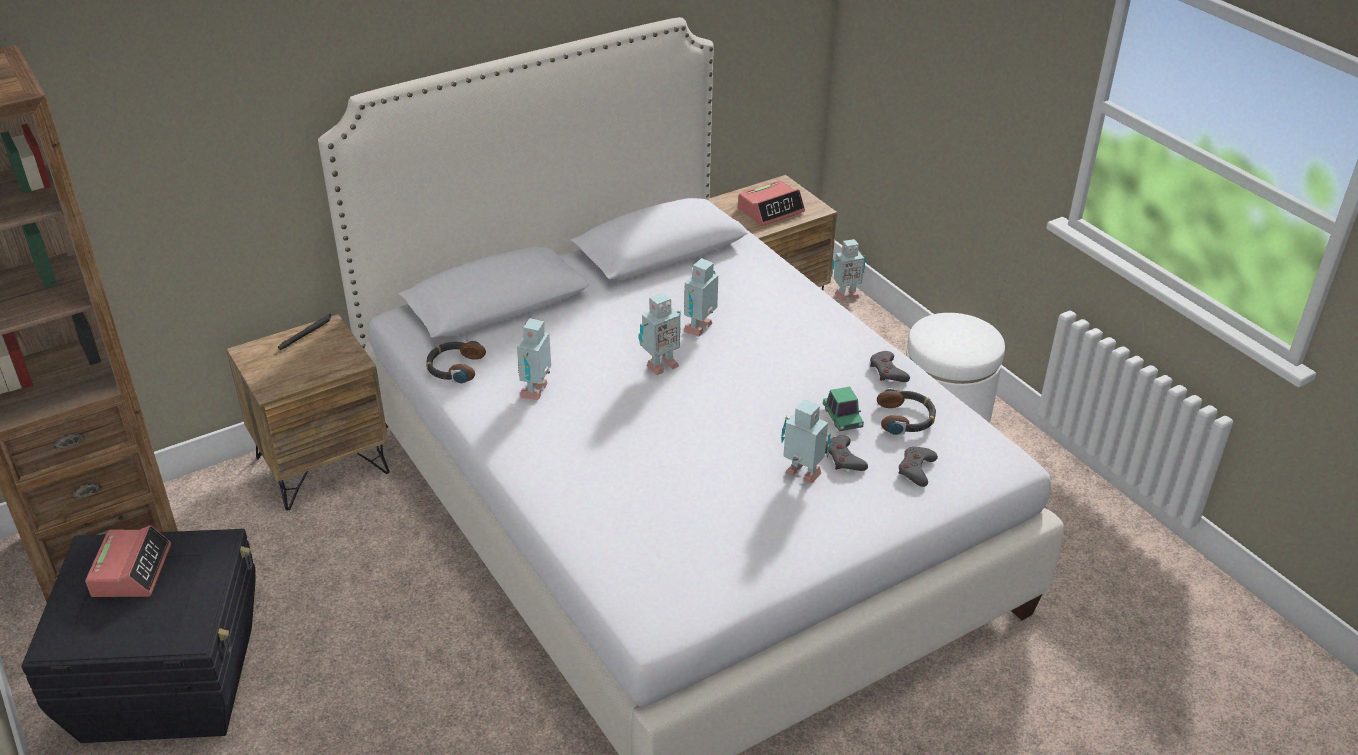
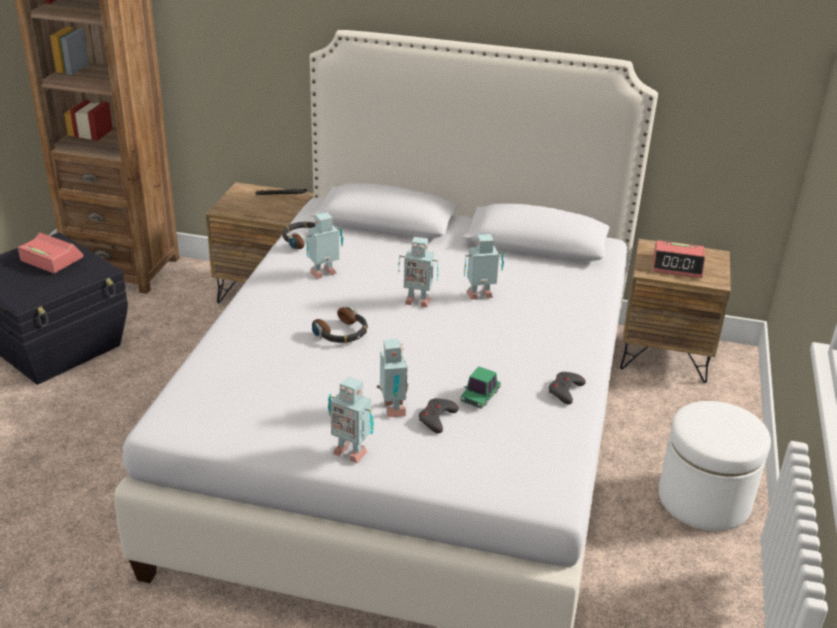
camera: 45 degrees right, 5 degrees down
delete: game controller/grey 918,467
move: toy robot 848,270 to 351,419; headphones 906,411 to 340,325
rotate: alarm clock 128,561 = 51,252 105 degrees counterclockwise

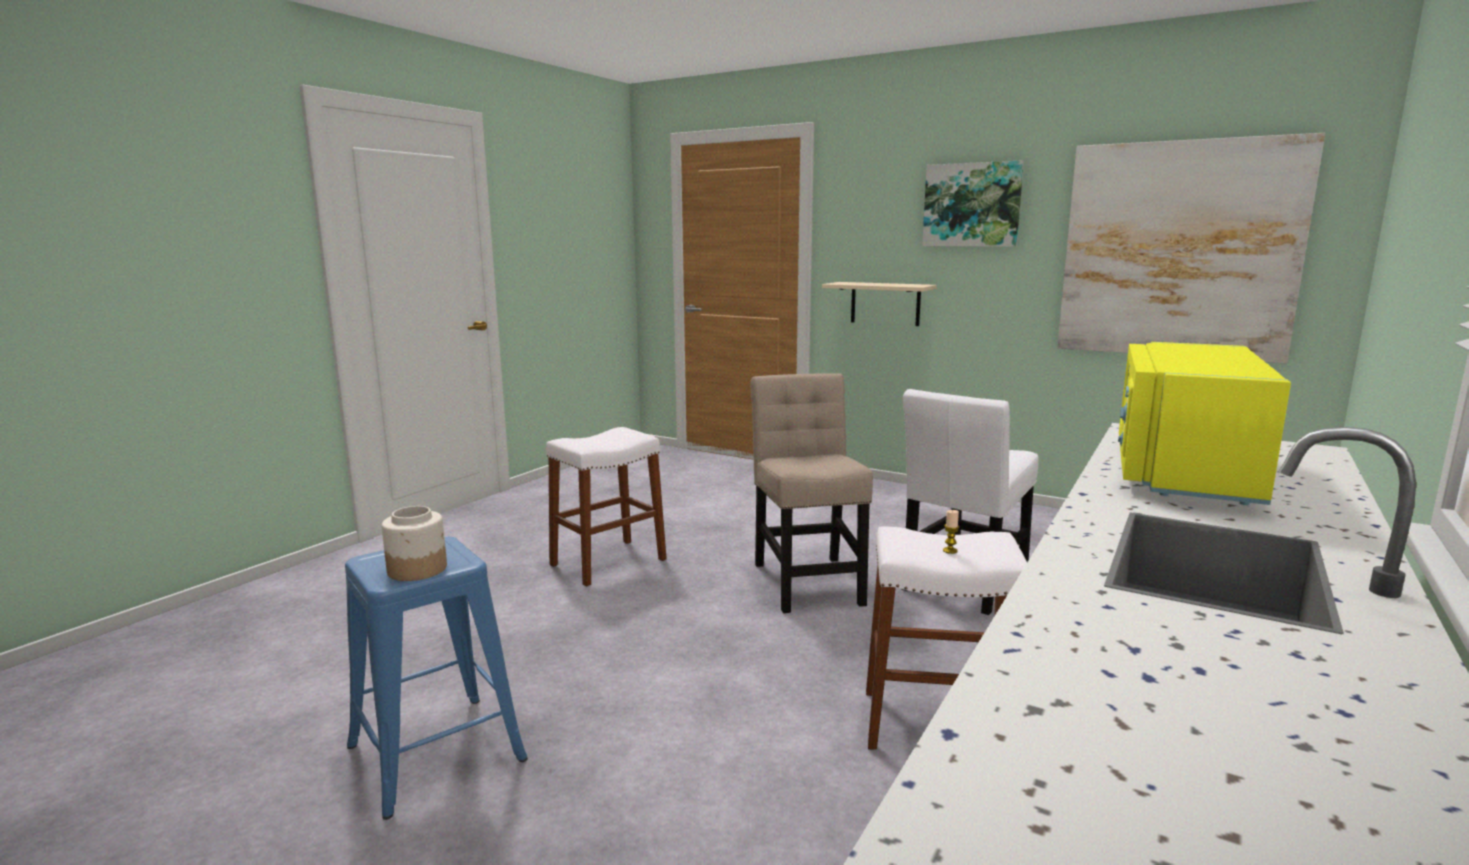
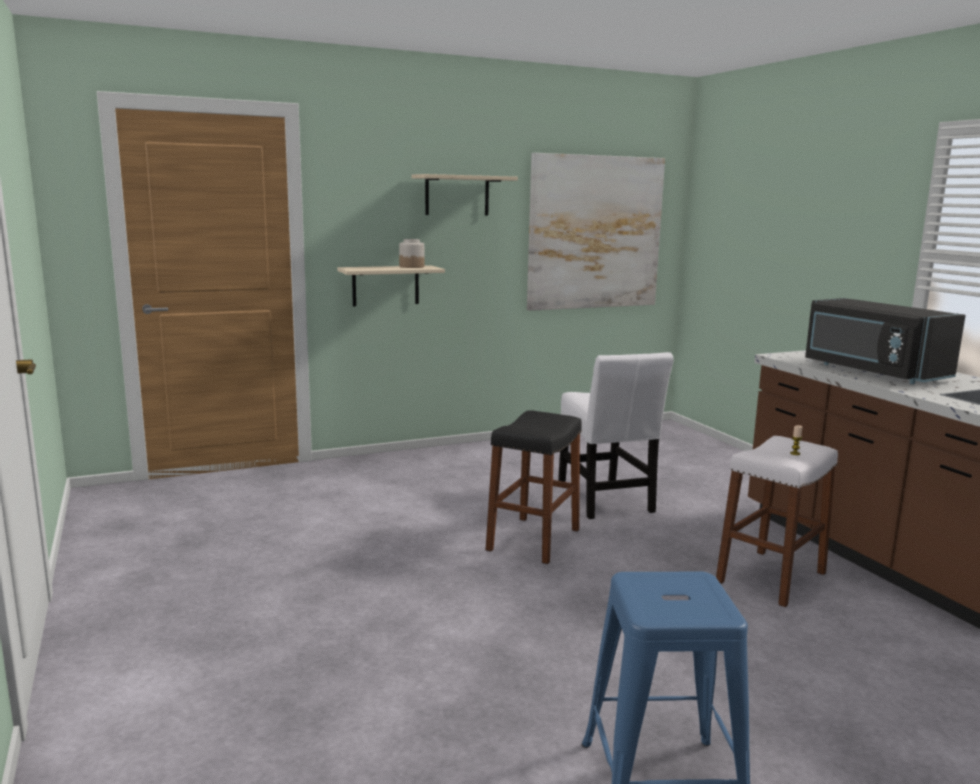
camera: 55 degrees left, 0 degrees up
delete: stool/white 606,507
move: jar 414,543 to 411,253
replace: chair/beige 811,493 to stool/black 534,487; picture 973,203 to shelf/beige 465,194
recolor: microwave/yellow 1204,423 to microwave/black 885,341

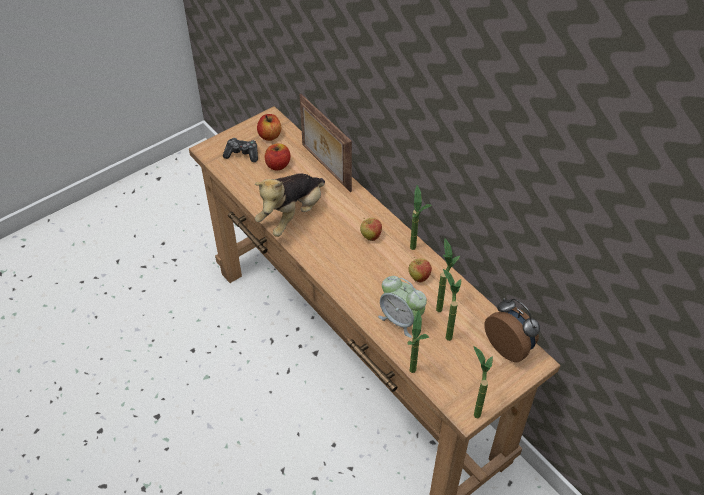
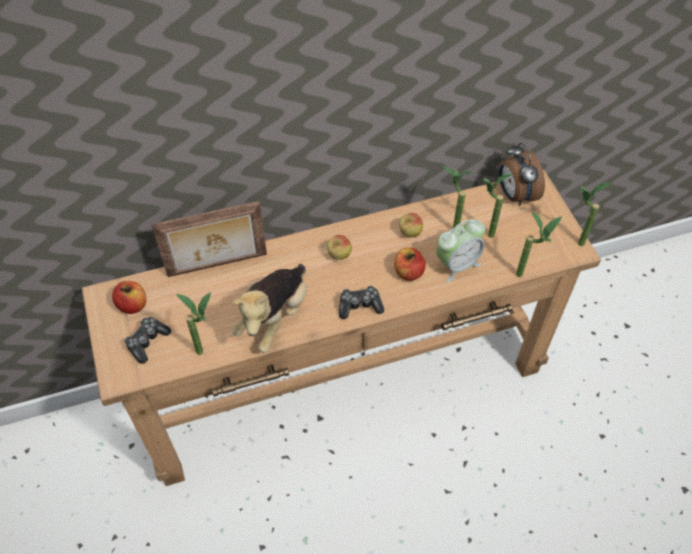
camera: 70 degrees left, 5 degrees up
insert: game controller 361,302
move: apple 278,156 to 410,264; potted plant 421,217 to 193,323
rotate: plush toy 290,205 = 269,308 60 degrees clockwise; alarm clock 512,330 = 522,174 90 degrees counterclockwise

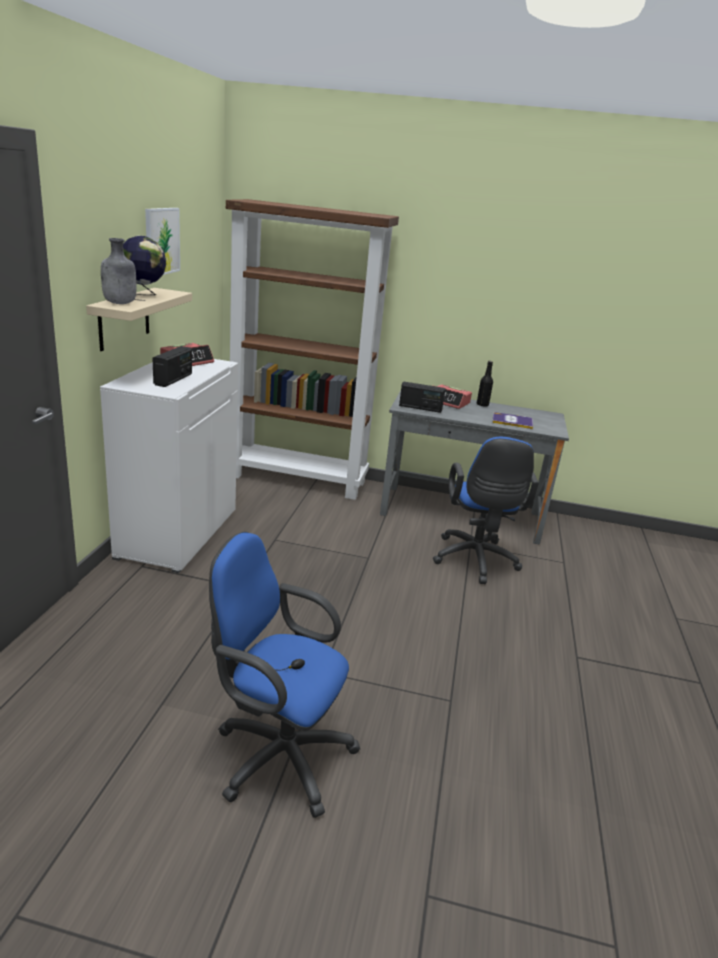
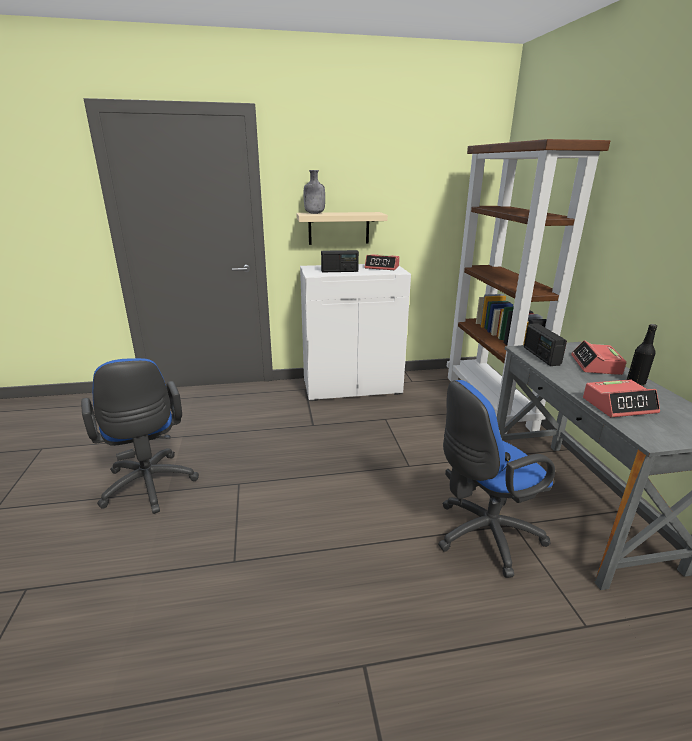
camera: 70 degrees right, 0 degrees up
delete: globe 144,268; picture 162,241
replace: book 512,420 to alarm clock 621,398
rotate: office chair/blue 284,675 = 140,436 150 degrees clockwise

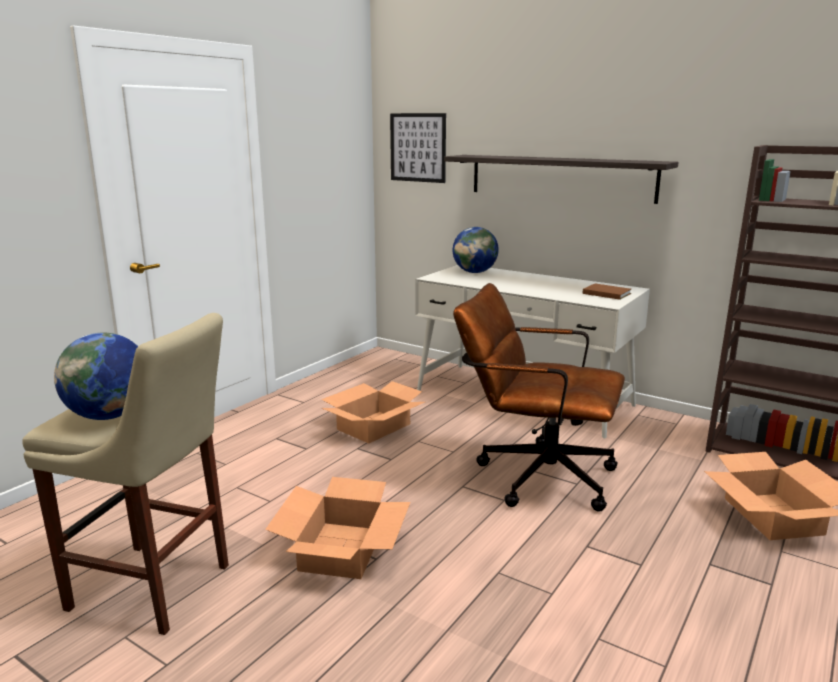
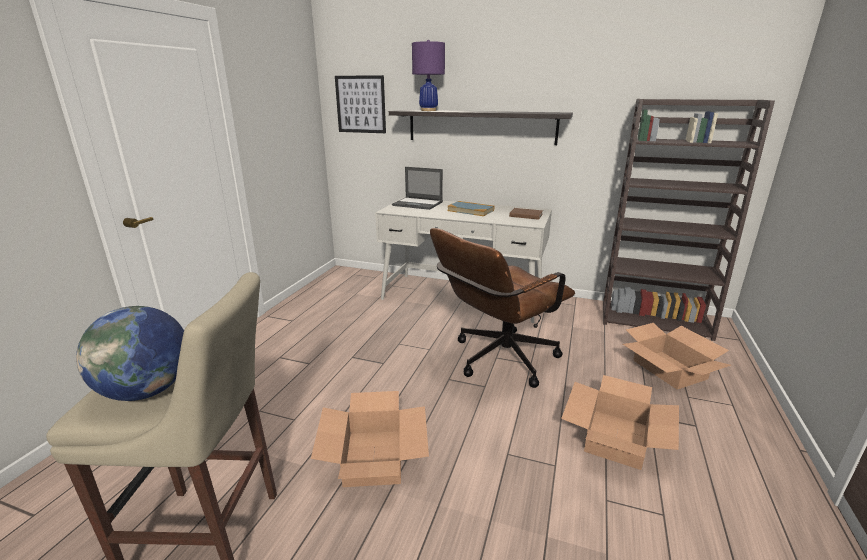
camera: 15 degrees left, 5 degrees up
insert: table lamp/purple 428,75; book 470,208
move: cardboard box 373,412 to 620,422
replace: globe 476,250 to laptop 417,188
rotate: office chair/brown 539,397 = 502,308 45 degrees counterclockwise

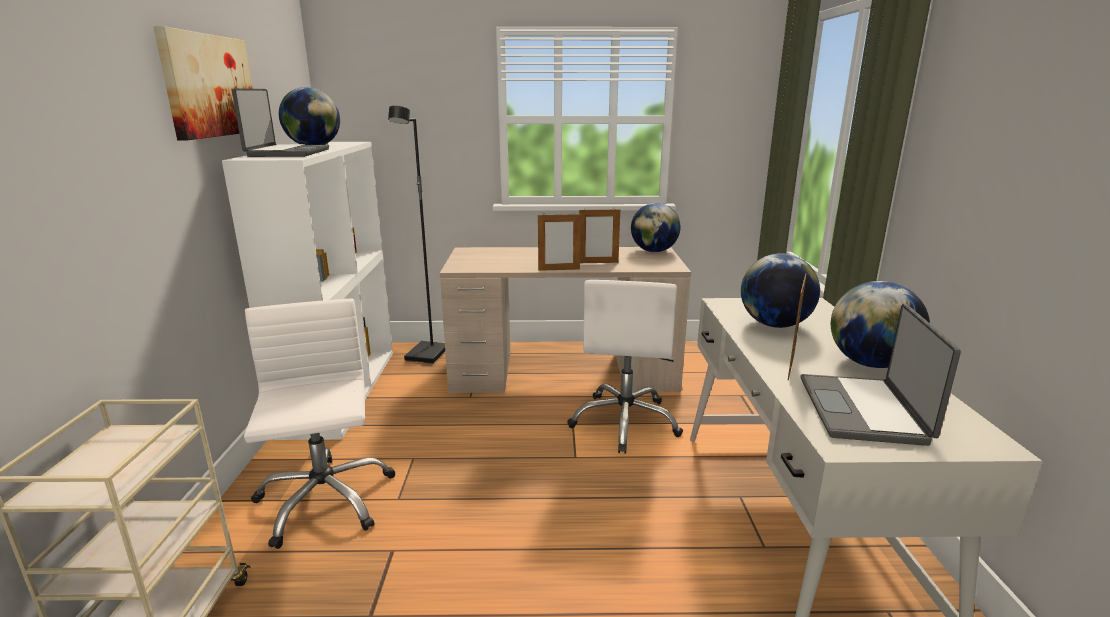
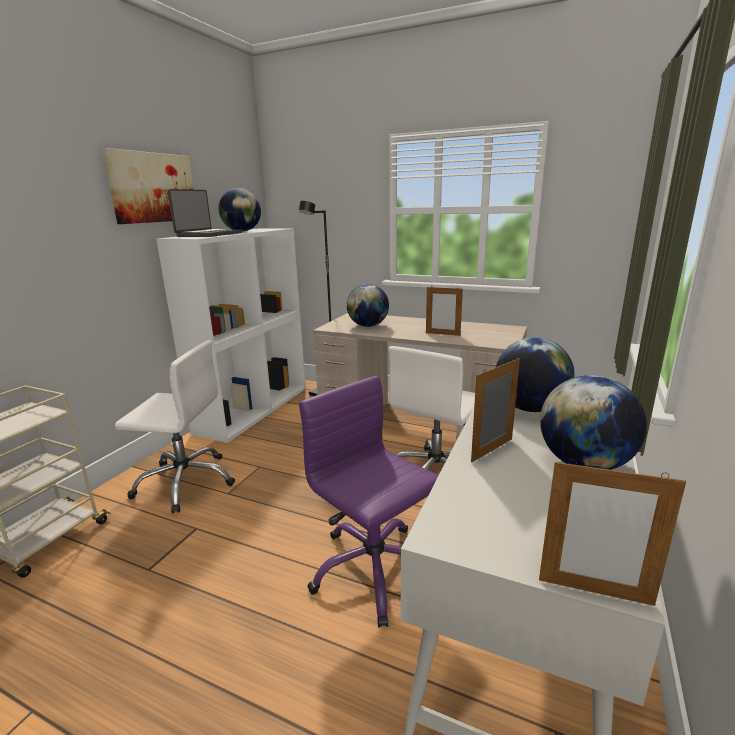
camera: 25 degrees right, 0 degrees up
delete: laptop 881,375
insert: office chair/purple 369,501
move: picture frame 559,241 to 612,533; globe 656,227 to 368,305
rotate: office chair/white 320,424 = 175,426 90 degrees clockwise

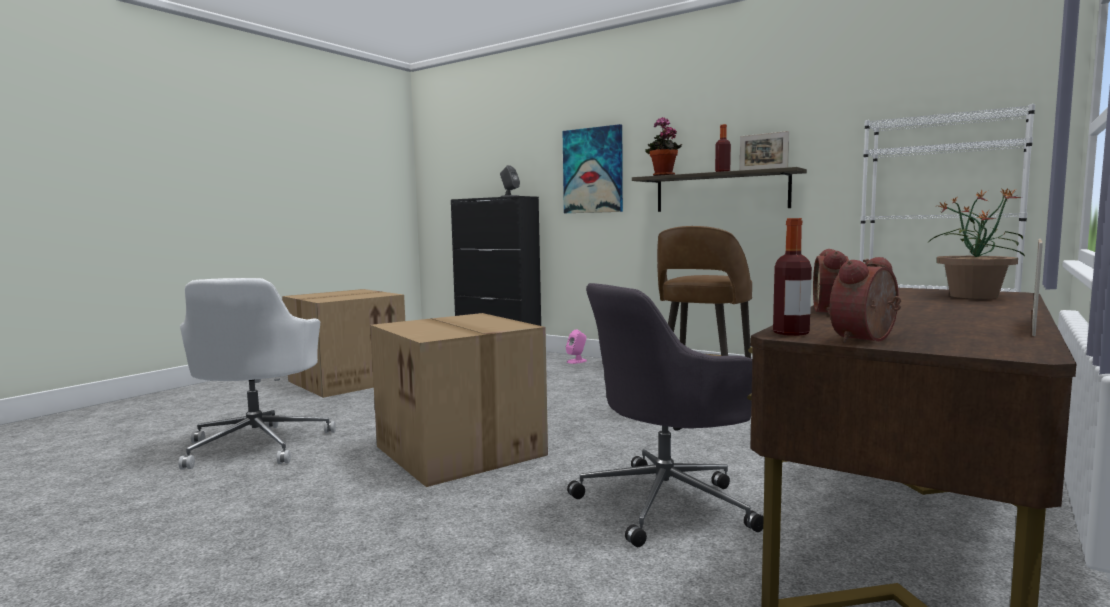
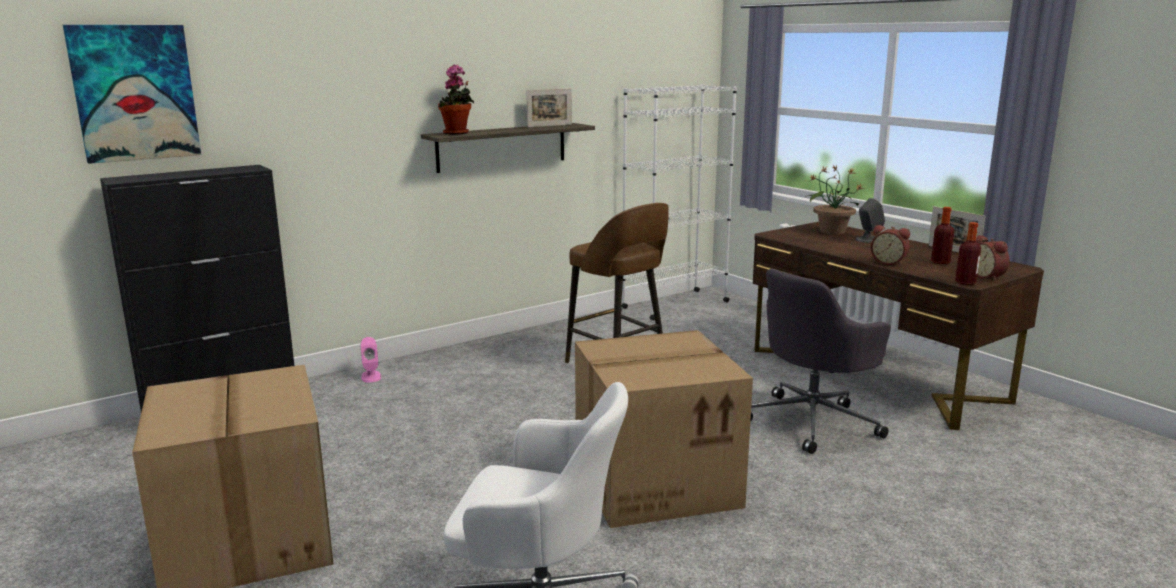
camera: 70 degrees left, 10 degrees up
move: speaker/grey 510,181 to 870,220; picture 593,168 to 132,94; bottle 723,148 to 942,235
rotate: office chair/grey 665,415 = 820,361 60 degrees clockwise

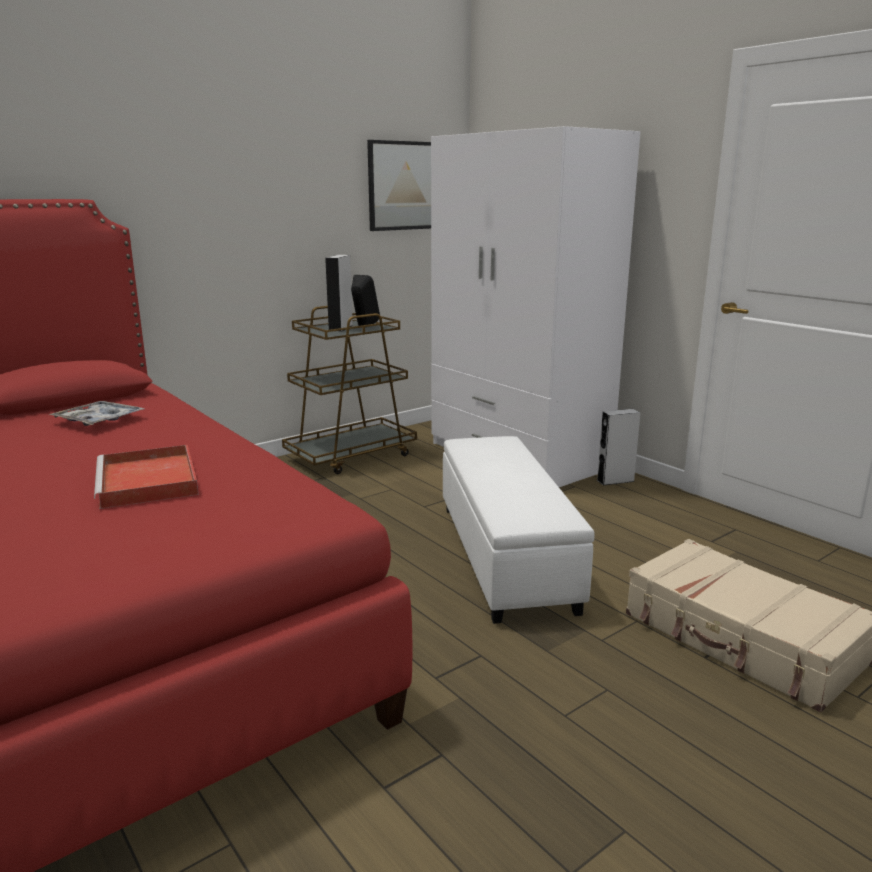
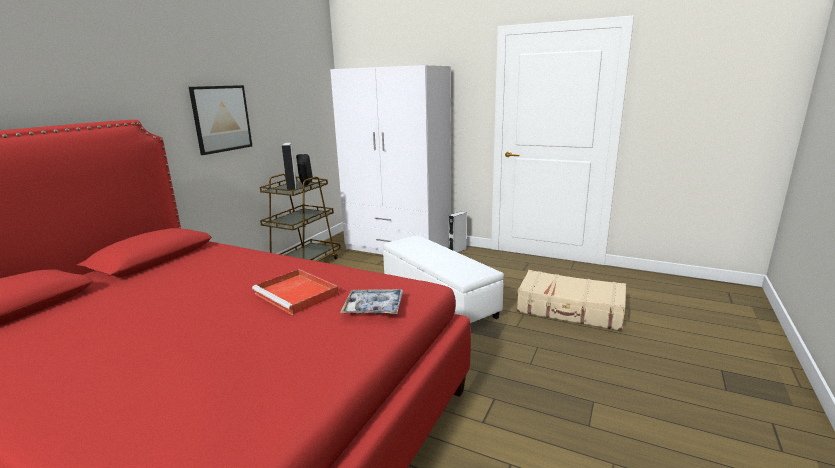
camera: 25 degrees left, 0 degrees up
move: tray 96,413 to 371,302; picture 399,185 to 220,120

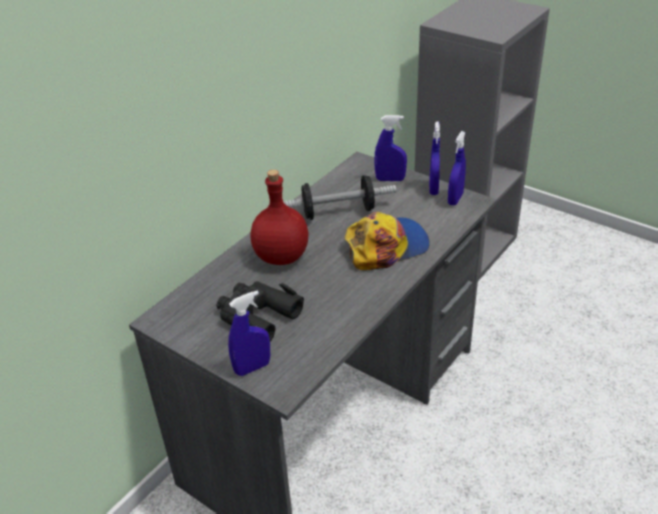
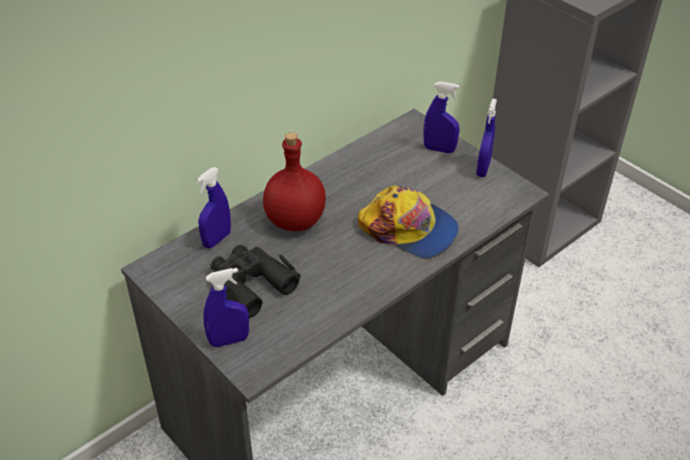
camera: 10 degrees right, 5 degrees up
delete: dumbbell 339,197
move: spray bottle/blue 457,168 to 213,208
rotate: cap 387,241 = 408,222 45 degrees clockwise

